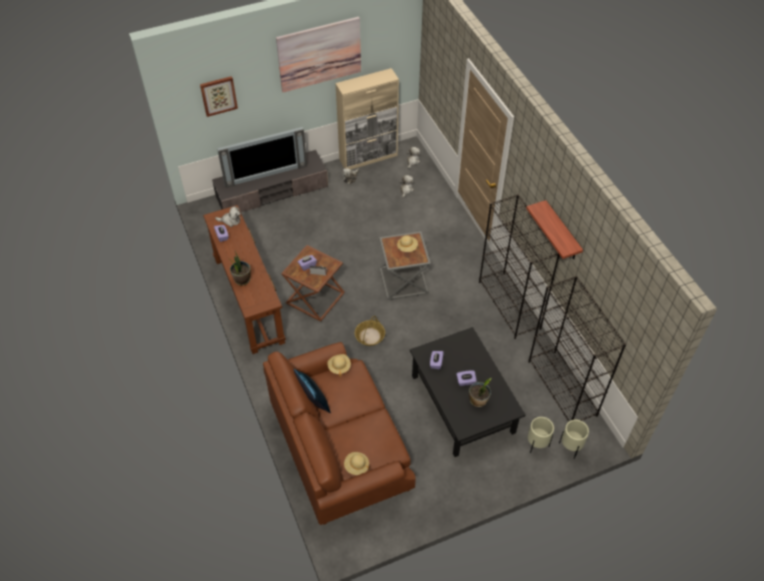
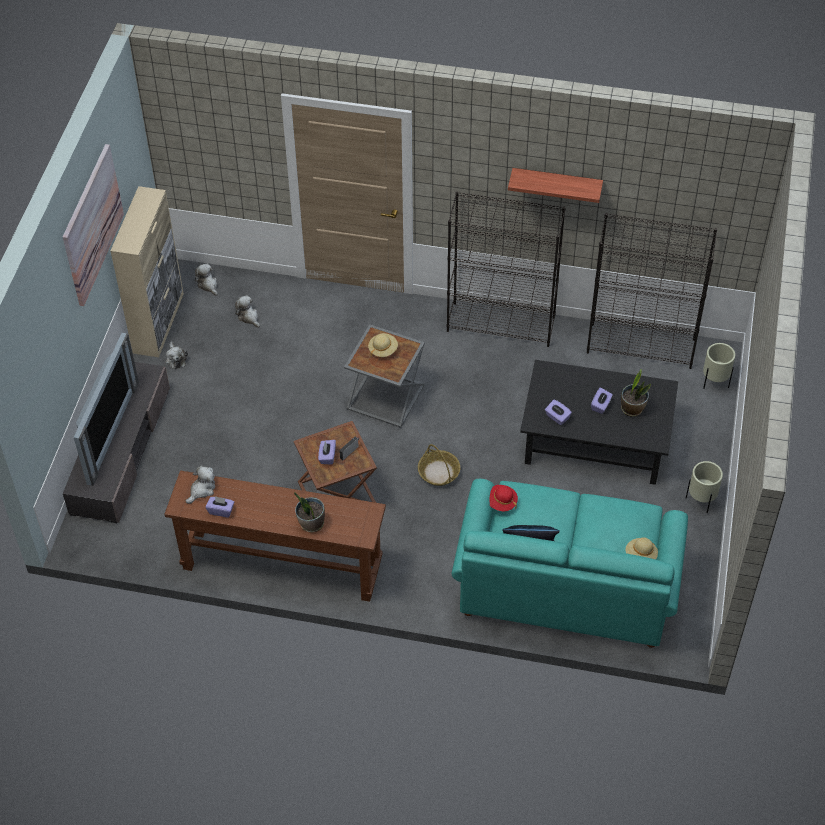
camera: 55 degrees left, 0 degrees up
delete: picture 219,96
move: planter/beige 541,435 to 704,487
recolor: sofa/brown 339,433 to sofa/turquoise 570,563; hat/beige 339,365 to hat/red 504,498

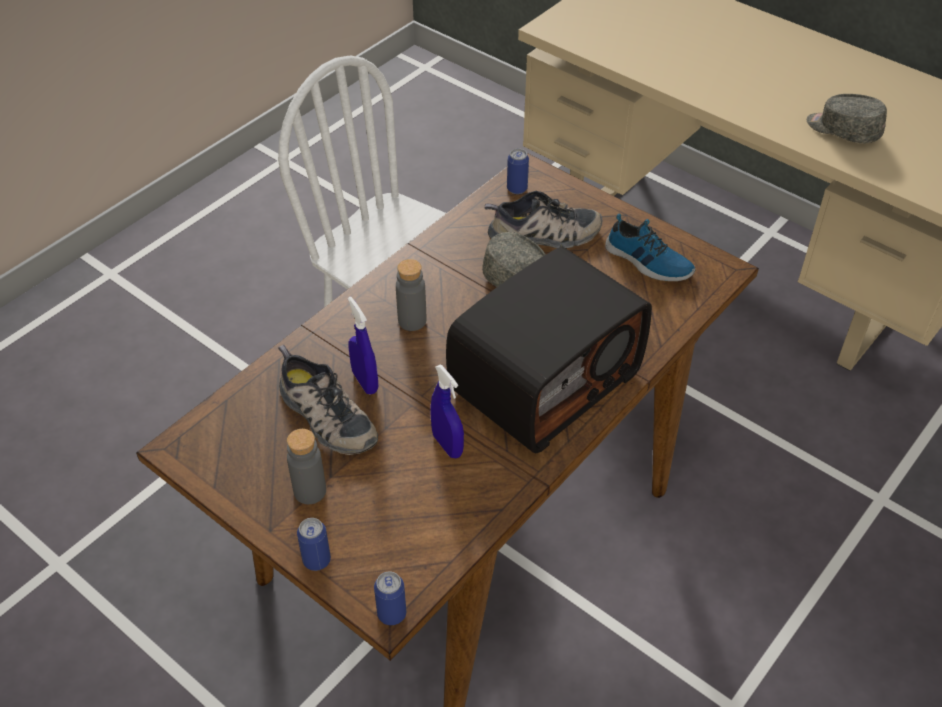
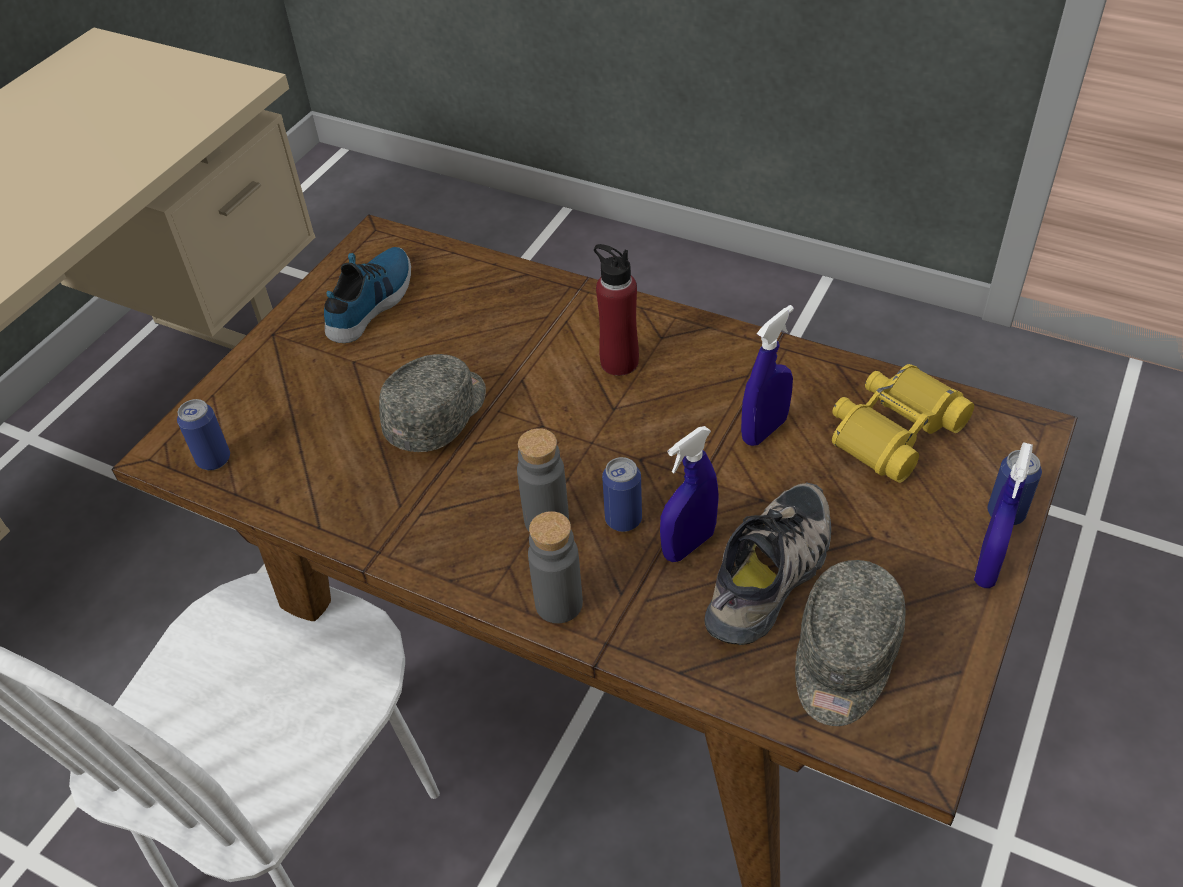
camera: 100 degrees left, 0 degrees up
delete: shoe 543,219
insert: binoculars/yellow 903,423; spray bottle/blue 1003,515
move: bottle/grey 306,466 to 555,567; can 390,598 to 622,494; cap/grey 847,118 to 850,643
replace: radio 549,350 to bottle/red 616,310

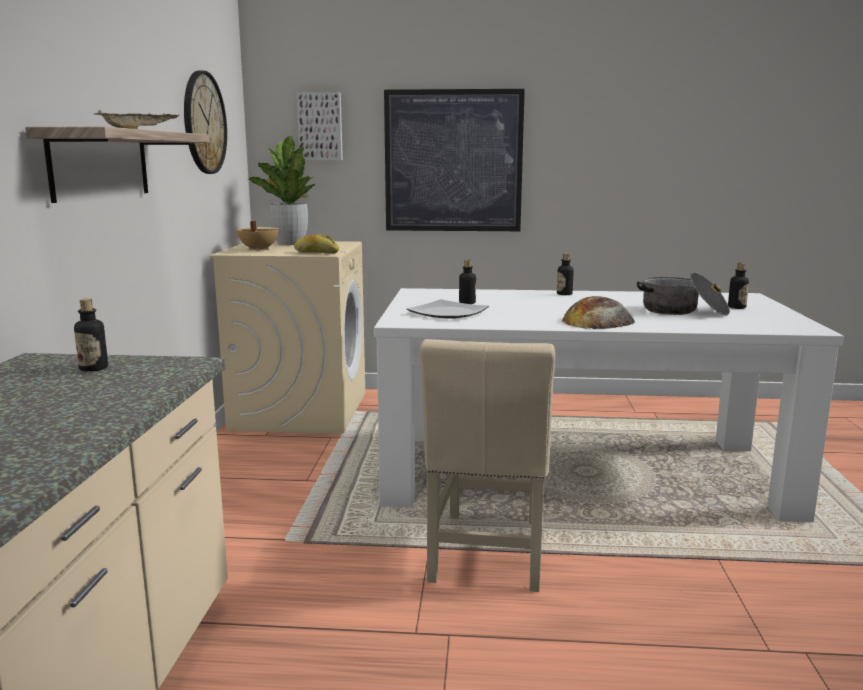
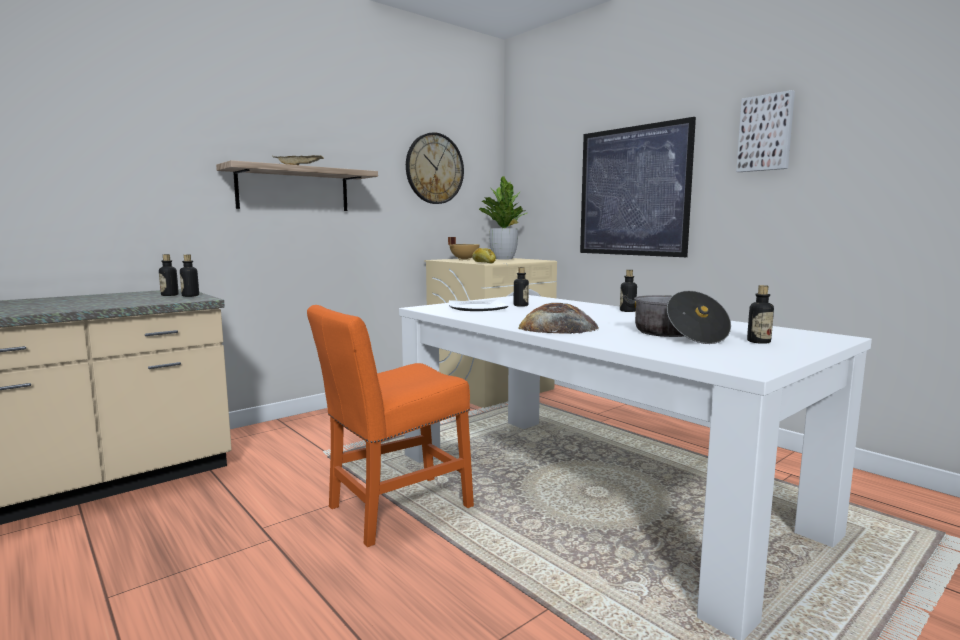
camera: 45 degrees right, 5 degrees down
insert: bottle 189,276
move: picture 320,126 to 765,131
recolor: chair/beige 487,465 to chair/orange 390,426

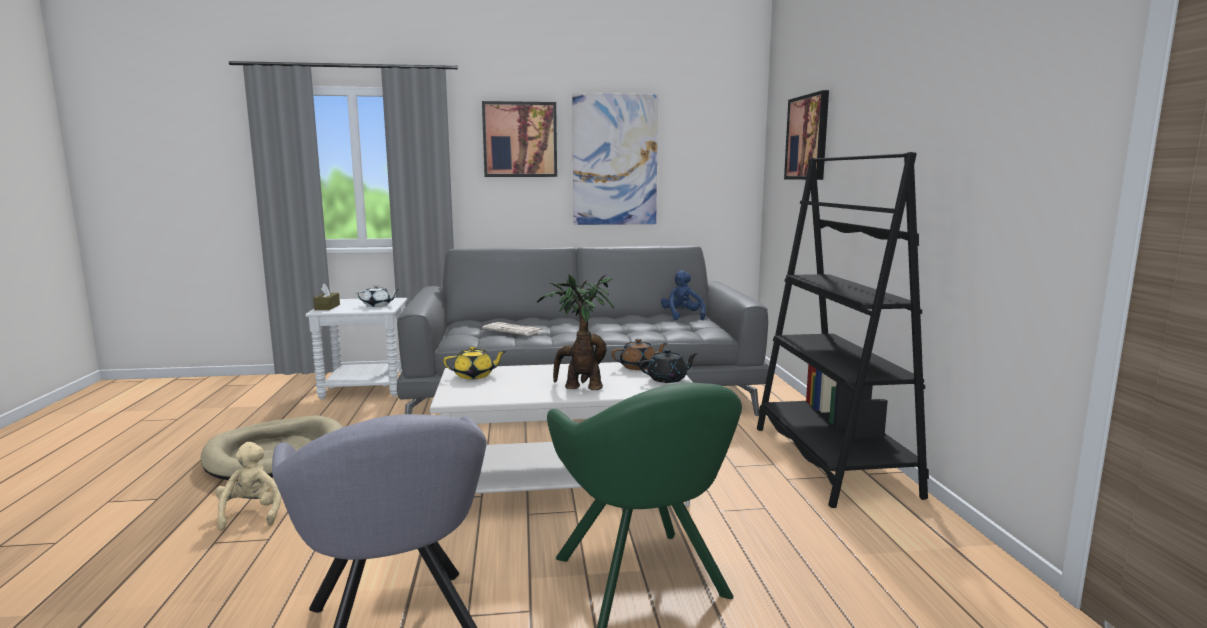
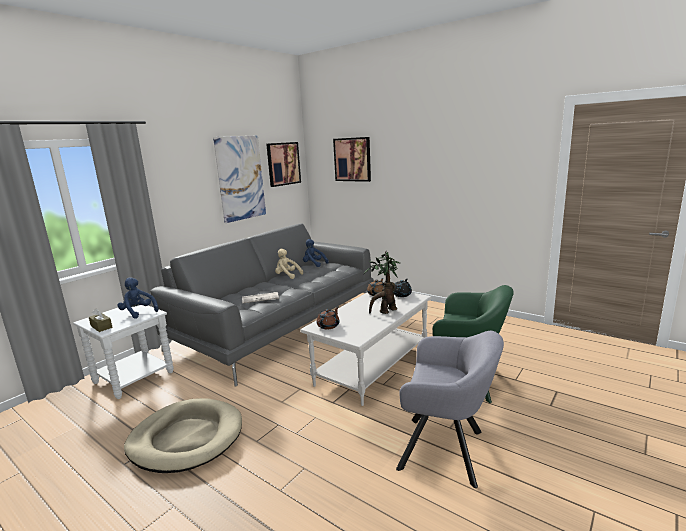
camera: 45 degrees left, 5 degrees up
delete: bookcase/black 843,330
move: plush toy/beige 248,486 to 289,264; picture 519,139 to 283,164
replace: teapot/white 377,296 to plush toy/blue 137,298
recolor: teapot/yellow 474,362 to teapot/brown 328,318

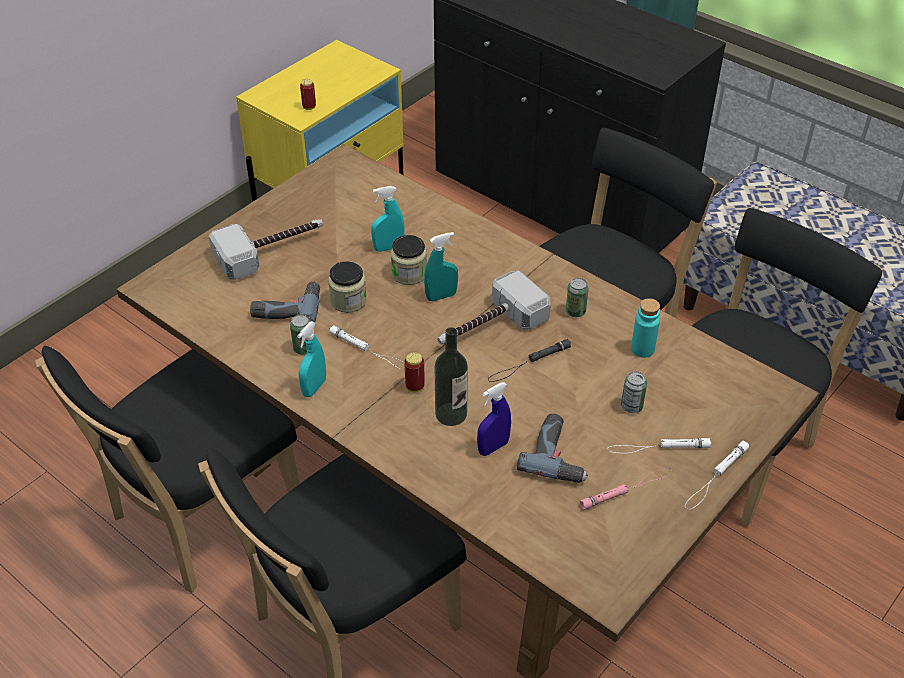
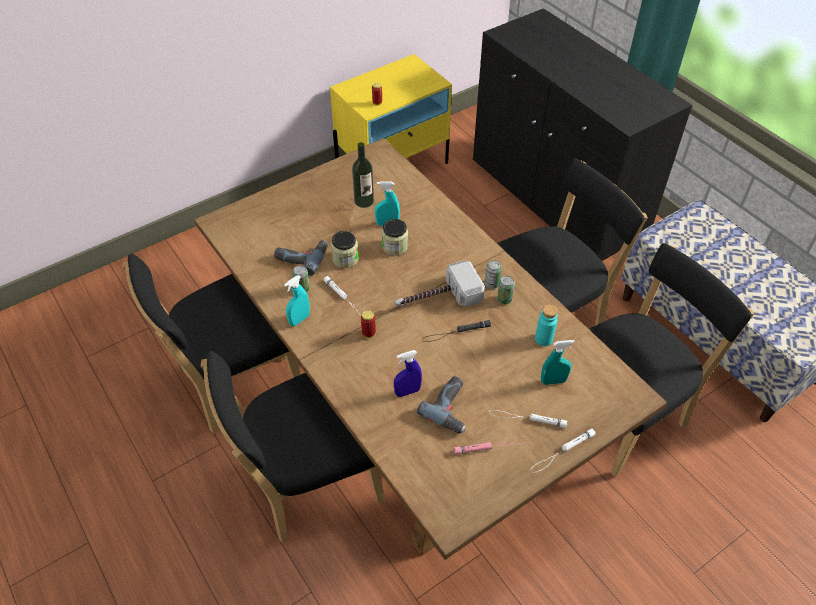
camera: 15 degrees right, 5 degrees up
delete: hammer 266,249
move: spray bottle/turquoise 441,266 to 558,362; bottle 451,376 to 363,175; can 634,392 to 493,274

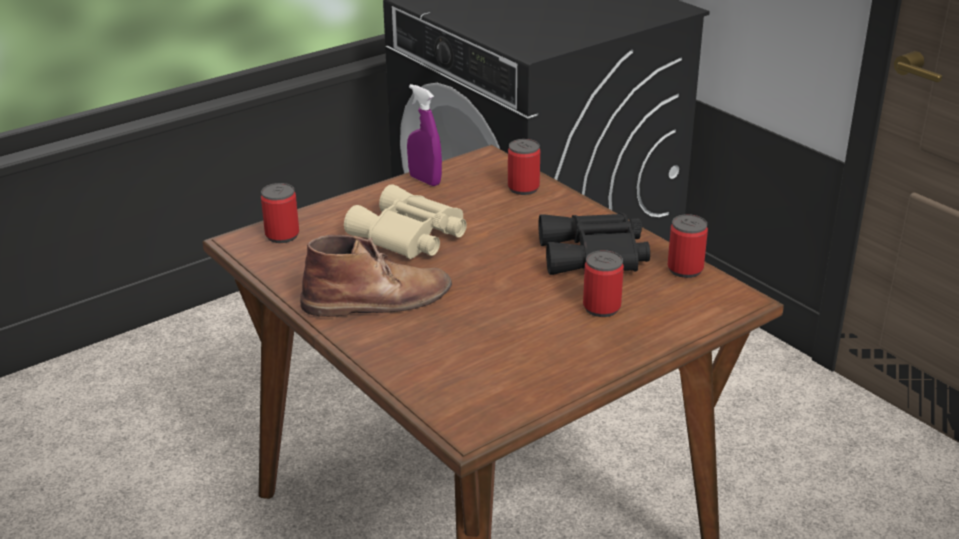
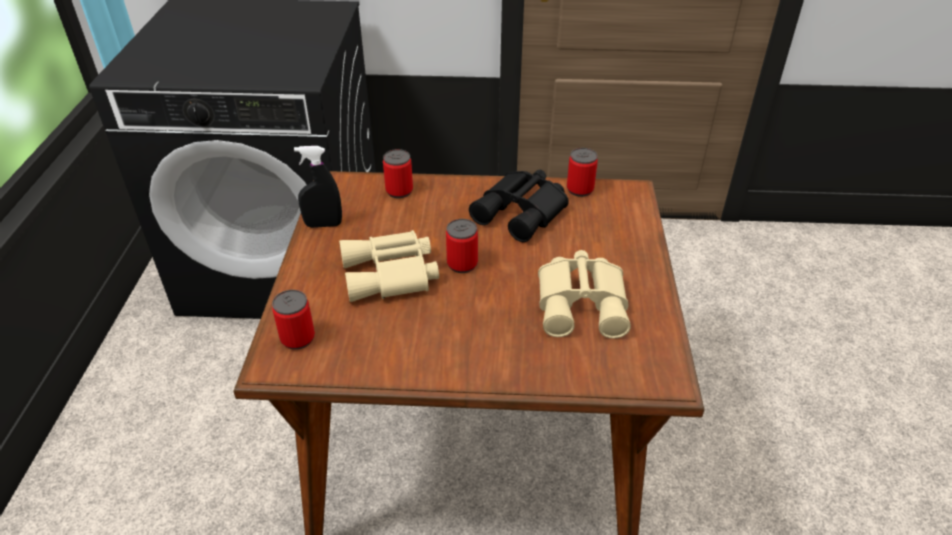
camera: 50 degrees left, 10 degrees up
delete: boot/brown 376,276
insert: binoculars/beige 584,294
move: can 603,283 to 462,246
recolor: spray bottle/purple 424,135 to spray bottle/black 318,187

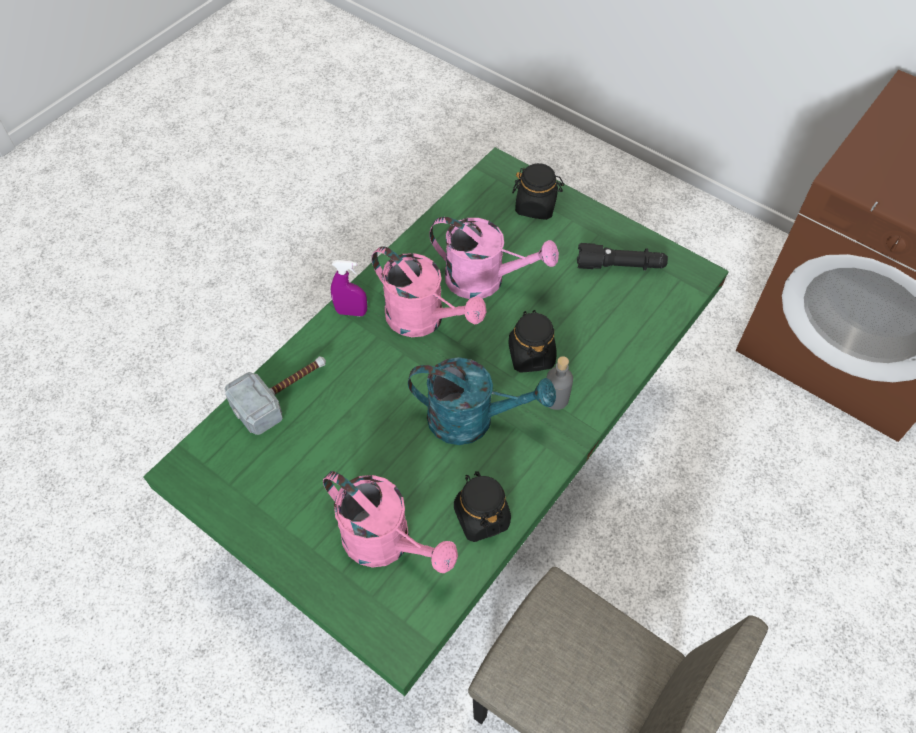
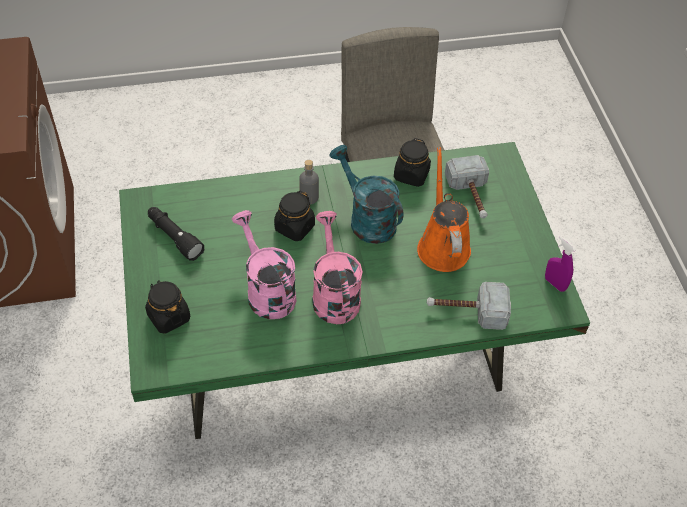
camera: 140 degrees left, 5 degrees down
insert: watering can/orange 444,209
move: spray bottle/purple 349,288 to 560,264
replace: watering can/pink 390,522 to hammer 467,186

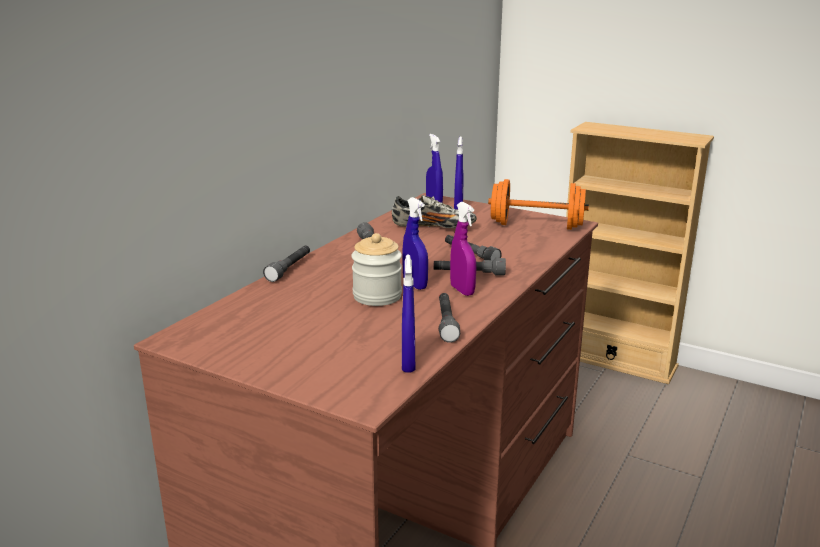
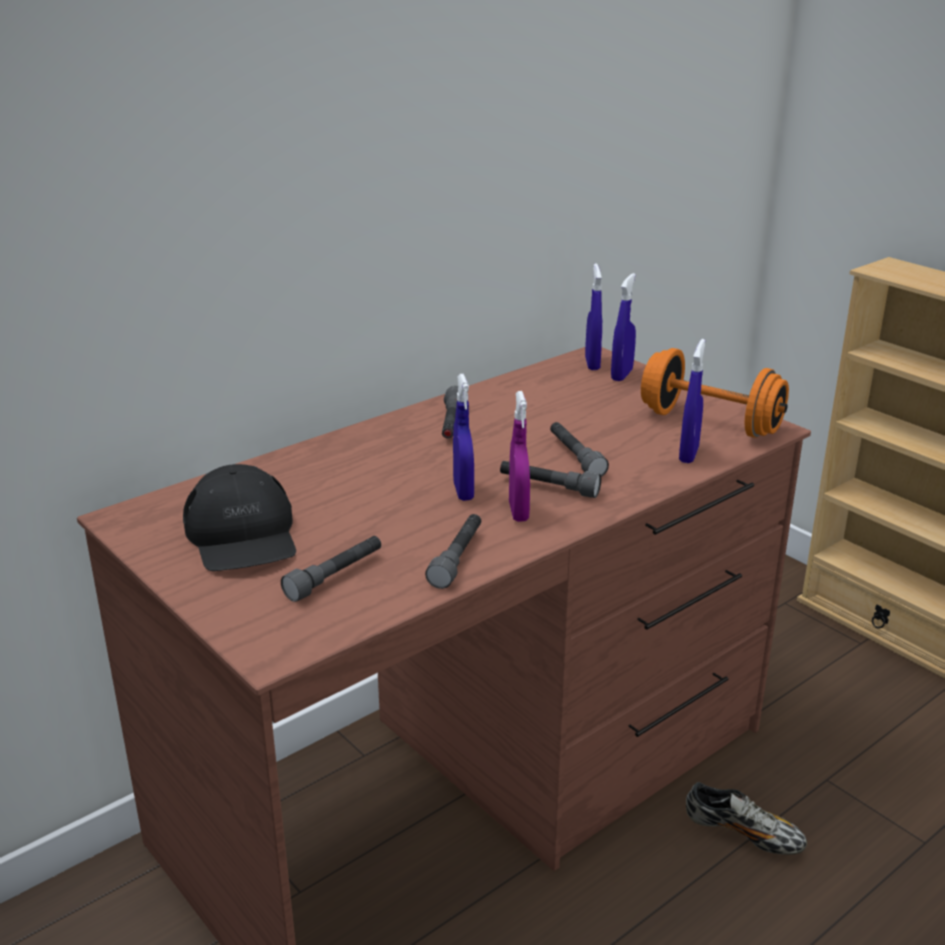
camera: 20 degrees right, 5 degrees up
delete: jar 376,269
insert: cap/black 239,517
move: flashlight/grey 286,263 to 331,569; shoe 434,211 to 746,818; spray bottle/blue 408,313 to 692,401

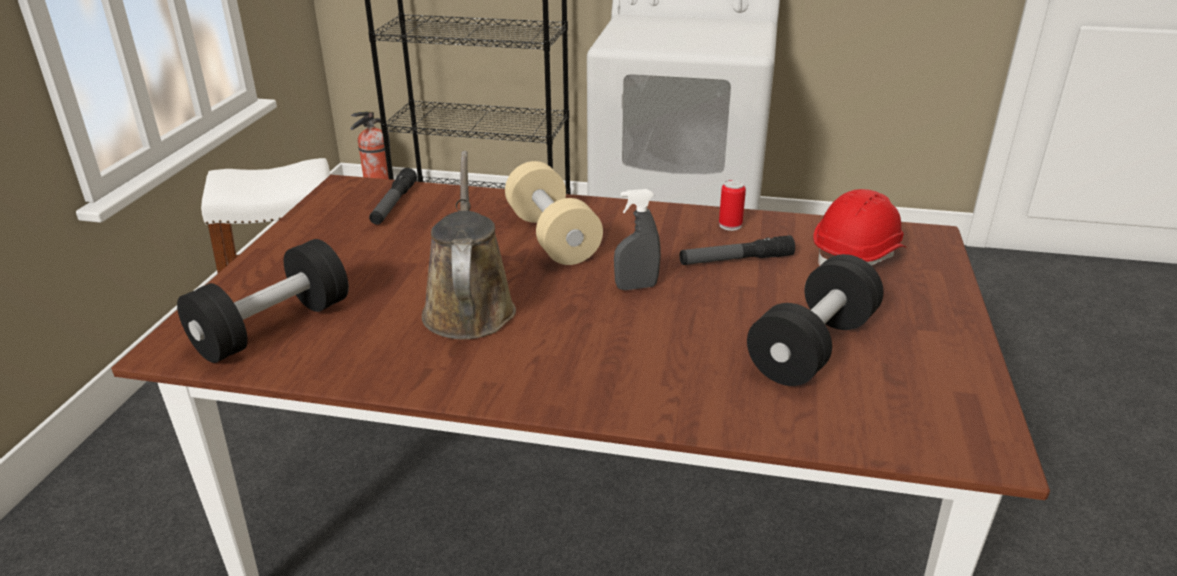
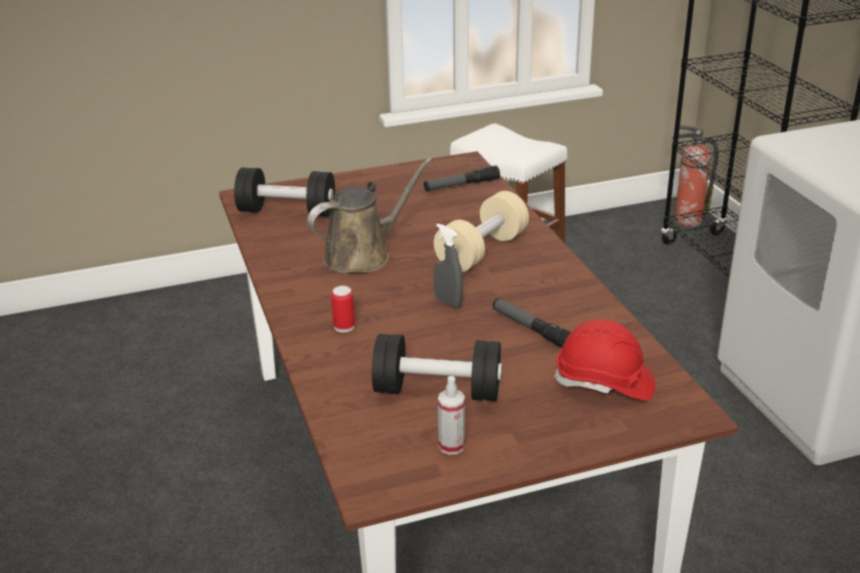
camera: 60 degrees right, 0 degrees up
insert: spray bottle 451,415
move: can 732,205 to 343,309

